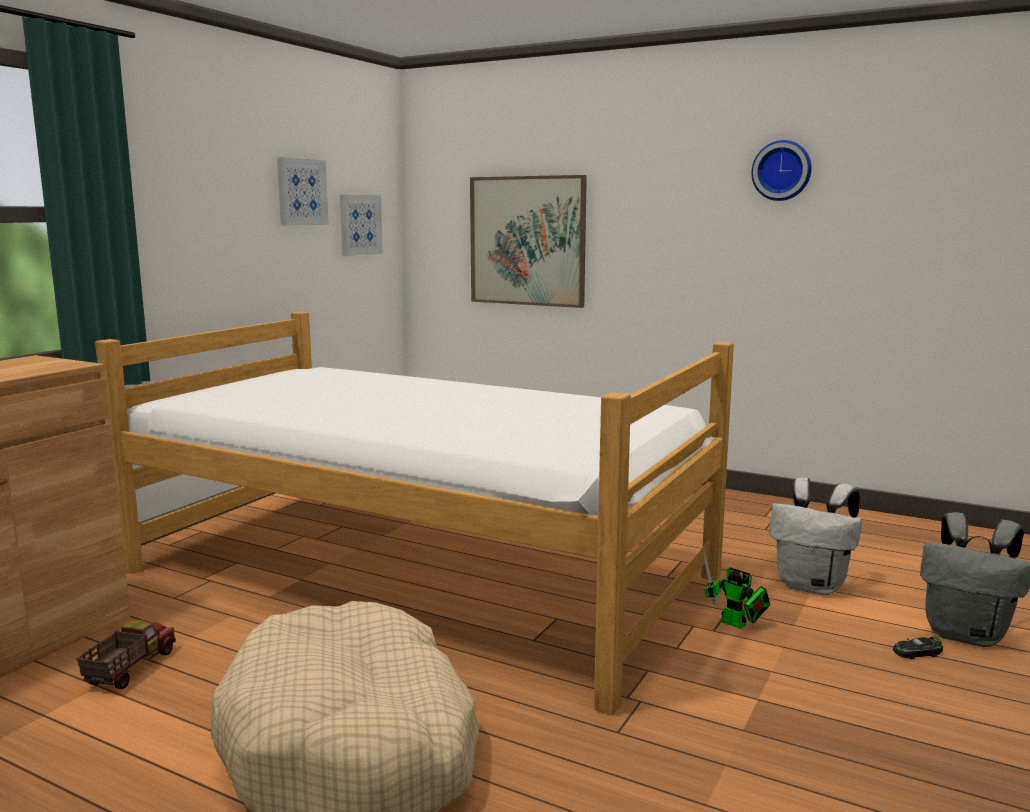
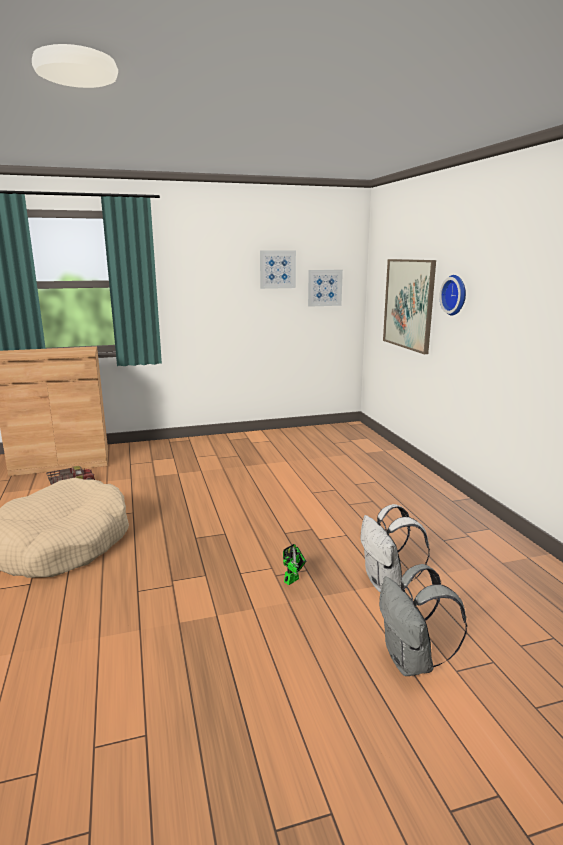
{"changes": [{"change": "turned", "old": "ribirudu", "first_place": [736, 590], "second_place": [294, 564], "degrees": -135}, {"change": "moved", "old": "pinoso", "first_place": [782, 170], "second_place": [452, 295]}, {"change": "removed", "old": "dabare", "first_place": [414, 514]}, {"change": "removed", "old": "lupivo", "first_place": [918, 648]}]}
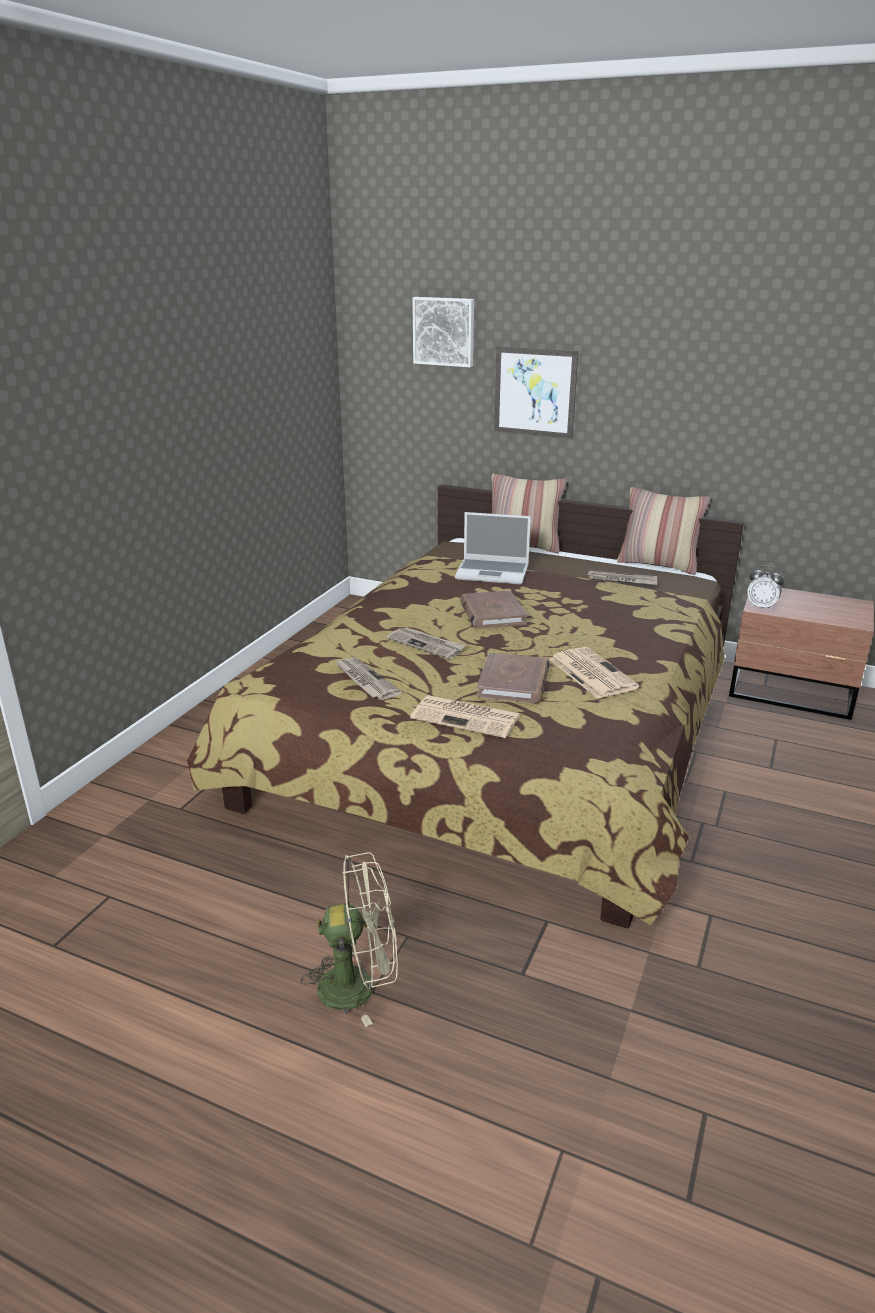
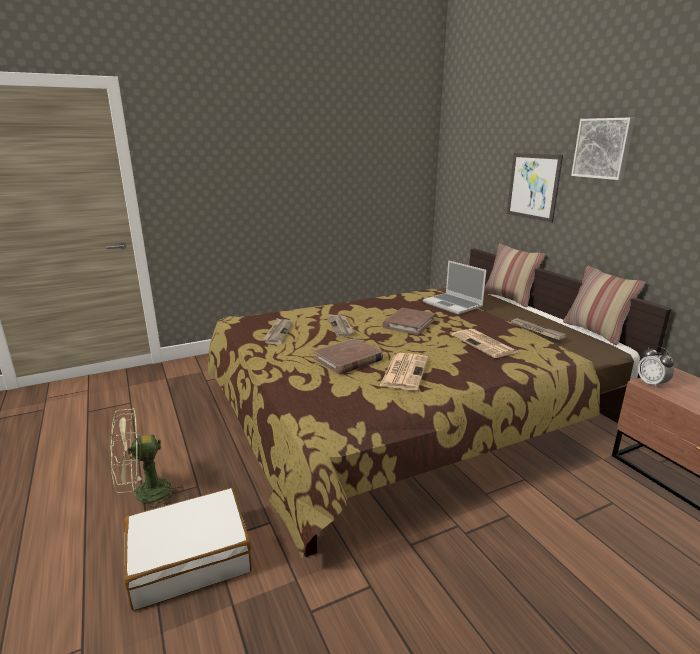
{"changes": [{"change": "turned", "old": "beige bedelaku", "first_place": [349, 939], "second_place": [147, 458], "degrees": 120}, {"change": "added", "new": "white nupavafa", "second_place": [188, 549]}, {"change": "moved", "old": "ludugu", "first_place": [465, 716], "second_place": [484, 343]}, {"change": "moved", "old": "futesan", "first_place": [443, 332], "second_place": [603, 148]}]}
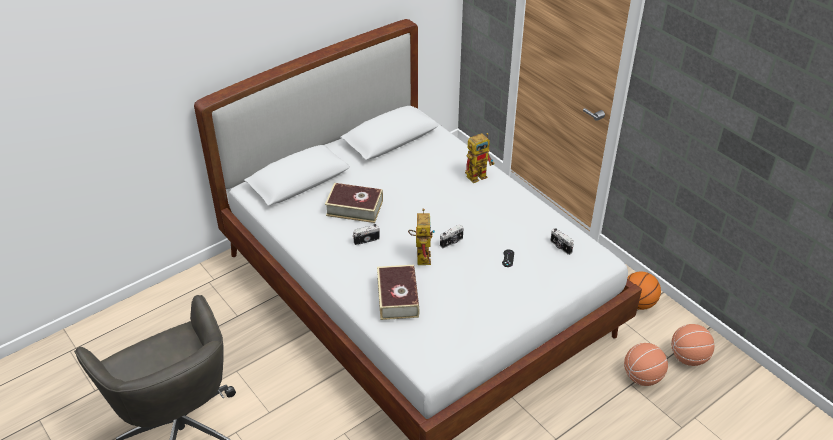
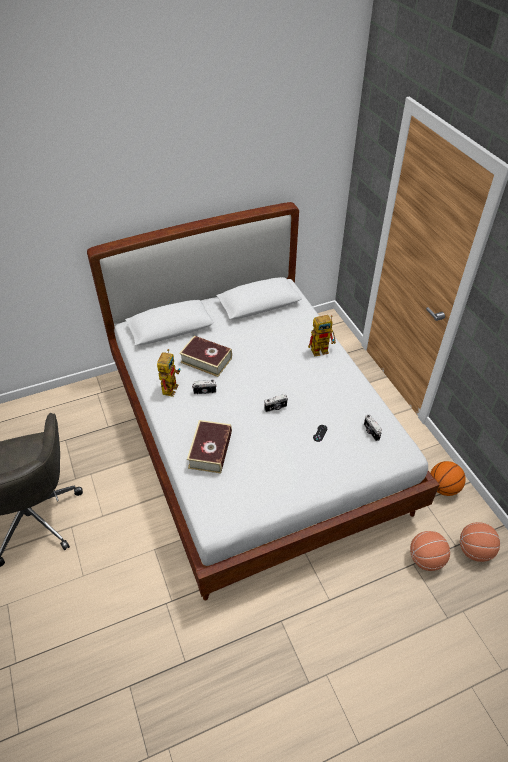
{"changes": [{"change": "moved", "old": "ribirudu", "first_place": [421, 236], "second_place": [169, 373]}]}
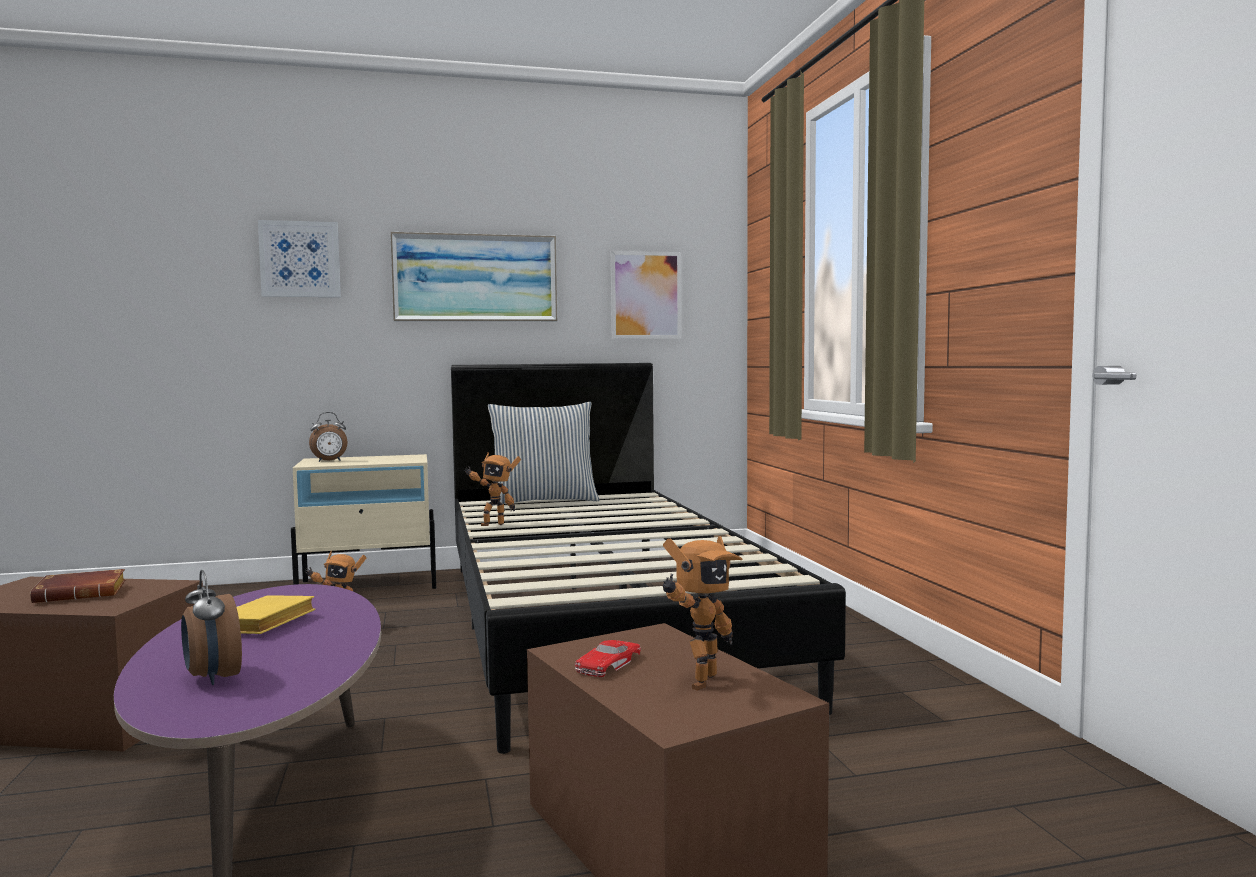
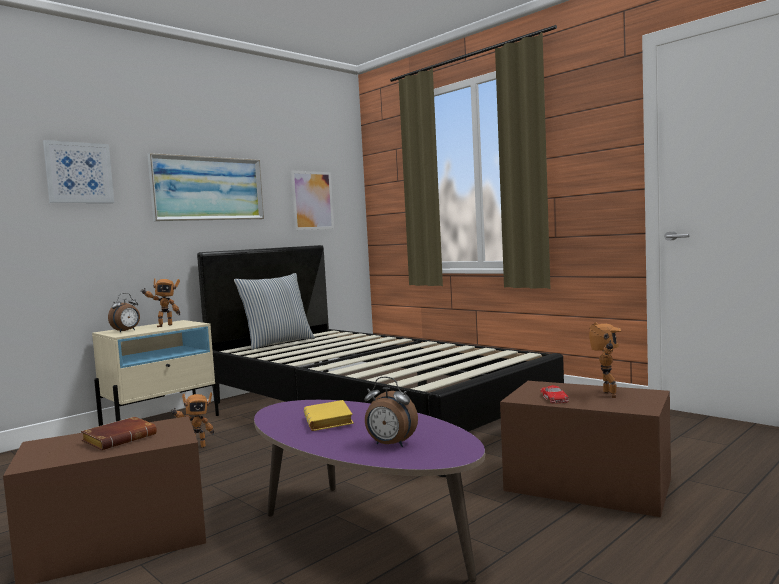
{"changes": [{"change": "moved", "old": "ribirudu", "first_place": [492, 489], "second_place": [160, 302]}]}
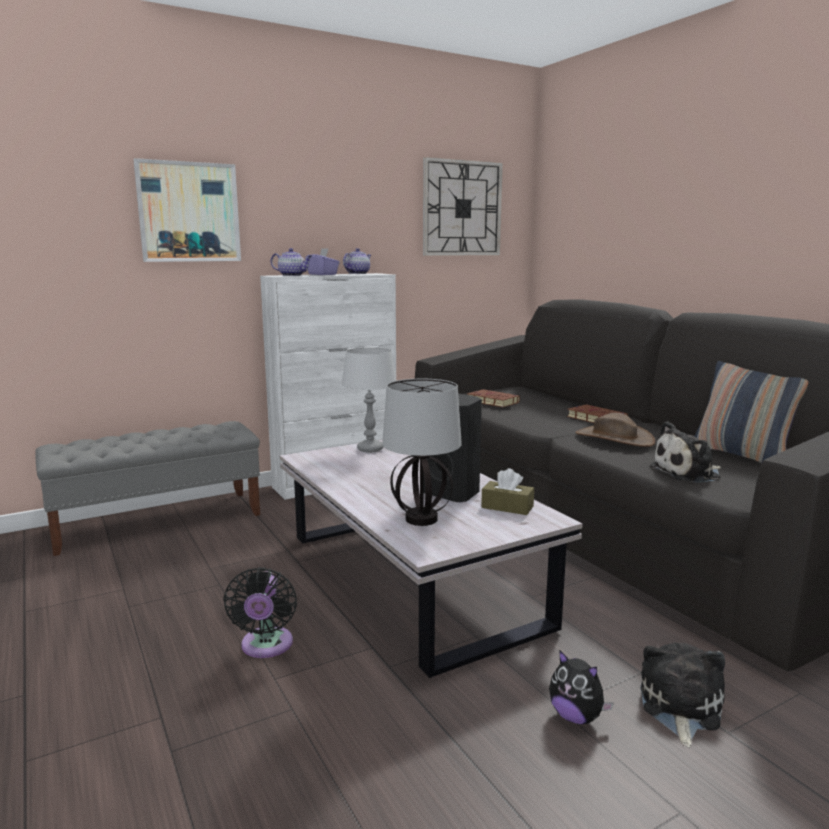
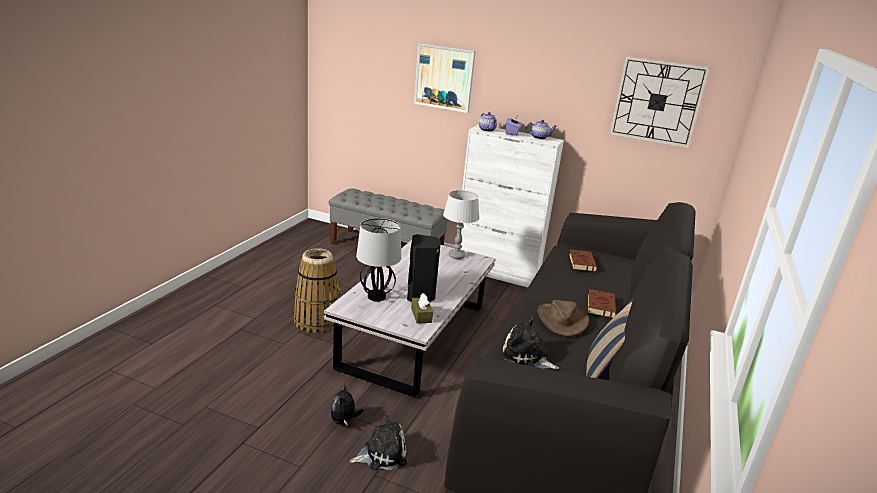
{"changes": [{"change": "replaced", "old": "black bedelaku", "new": "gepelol", "first_place": [260, 612], "second_place": [316, 290]}]}
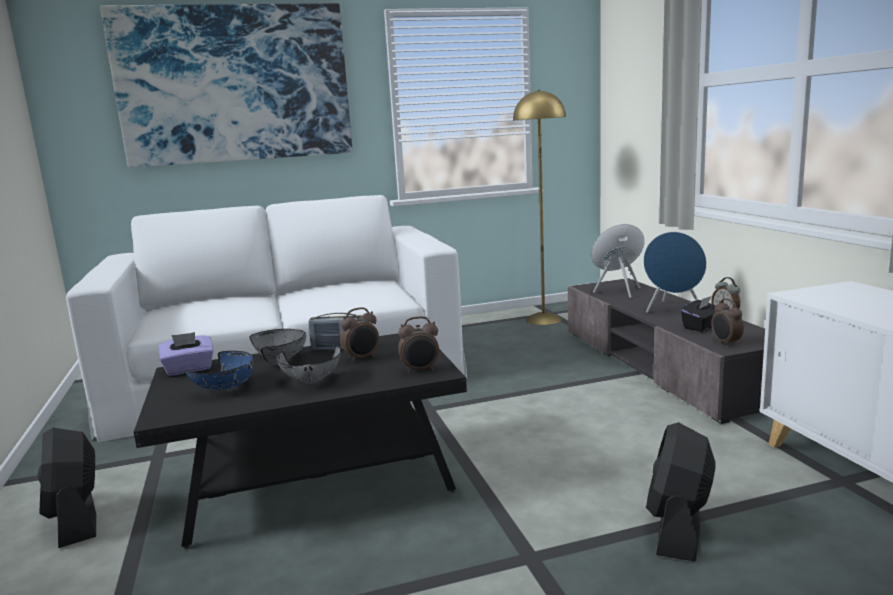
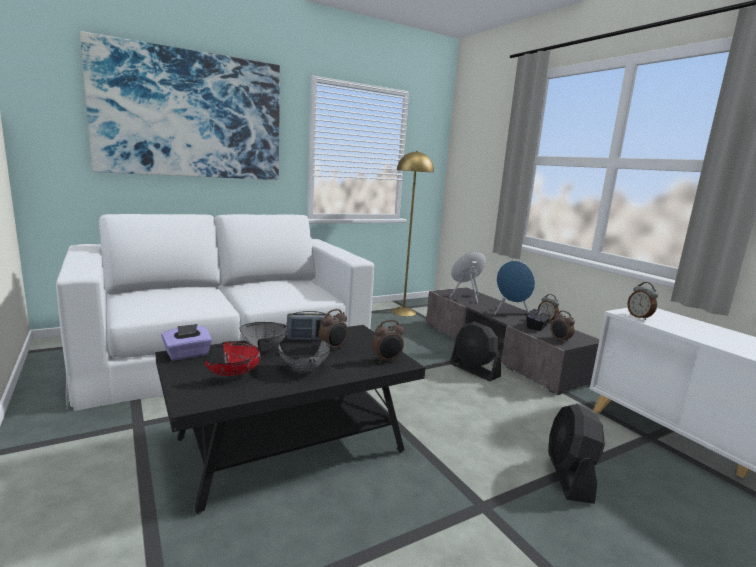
{"changes": [{"change": "recoloured", "old": "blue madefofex", "new": "red madefofex", "first_place": [219, 370], "second_place": [232, 358]}, {"change": "moved", "old": "black bedelaku", "first_place": [67, 488], "second_place": [475, 351]}, {"change": "added", "new": "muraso", "second_place": [642, 301]}]}
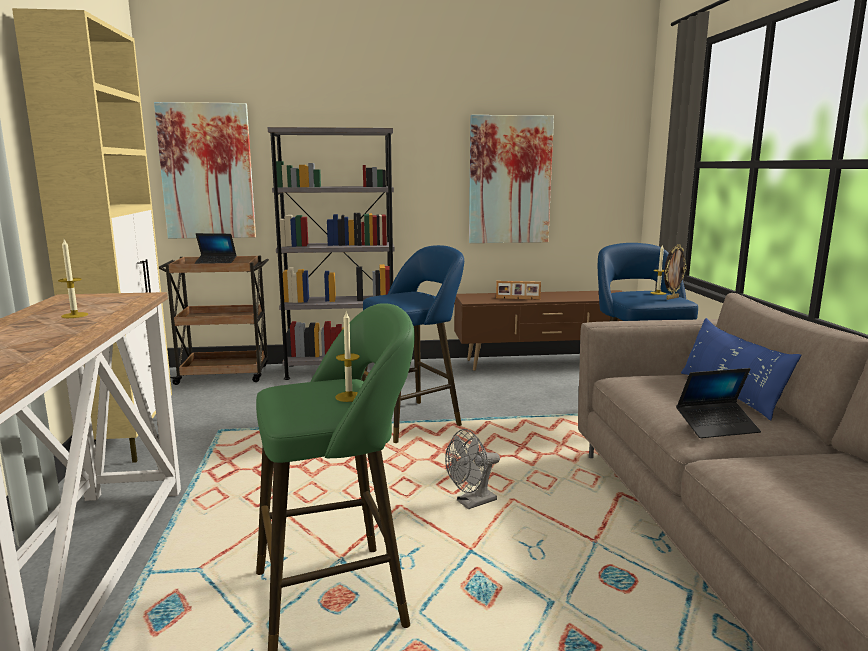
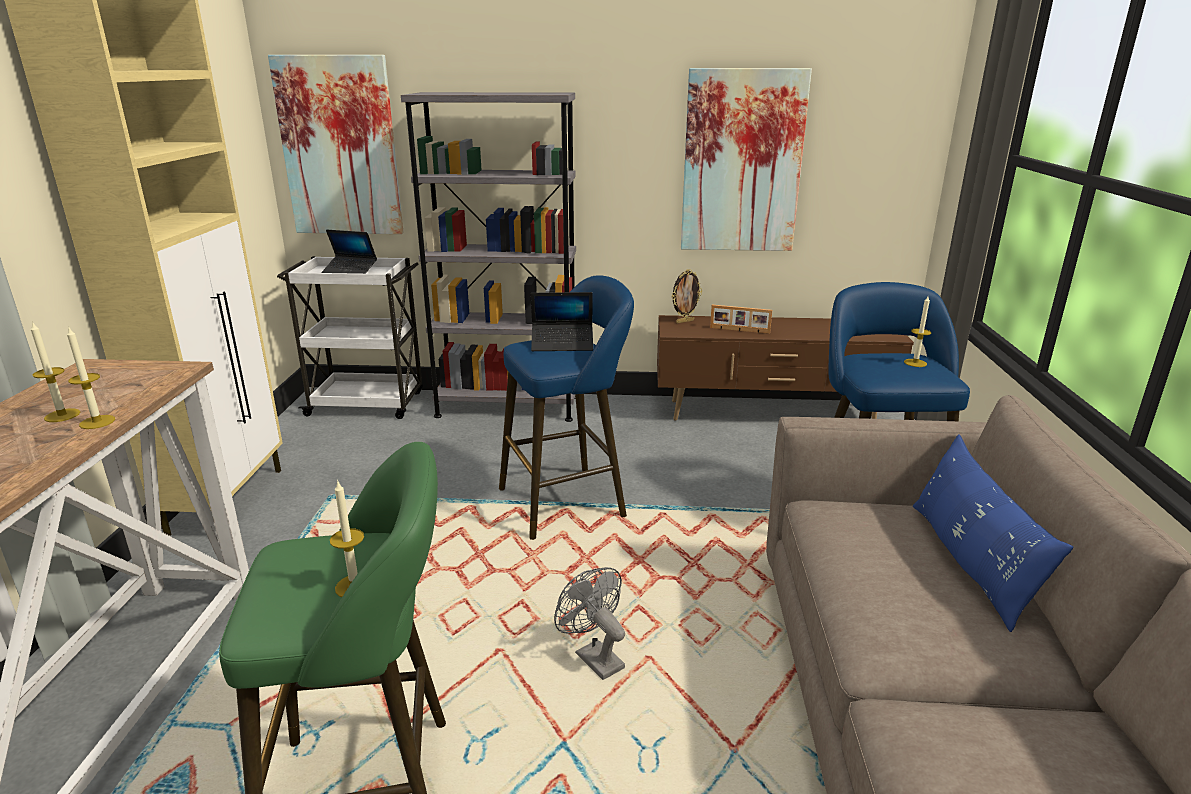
{"changes": [{"change": "added", "new": "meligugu", "second_place": [91, 378]}, {"change": "recoloured", "old": "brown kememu", "new": "white kememu", "first_place": [214, 320], "second_place": [350, 337]}, {"change": "moved", "old": "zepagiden", "first_place": [718, 403], "second_place": [561, 321]}, {"change": "turned", "old": "grey bedelaku", "first_place": [472, 469], "second_place": [589, 623], "degrees": 75}, {"change": "moved", "old": "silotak", "first_place": [675, 272], "second_place": [687, 296]}]}
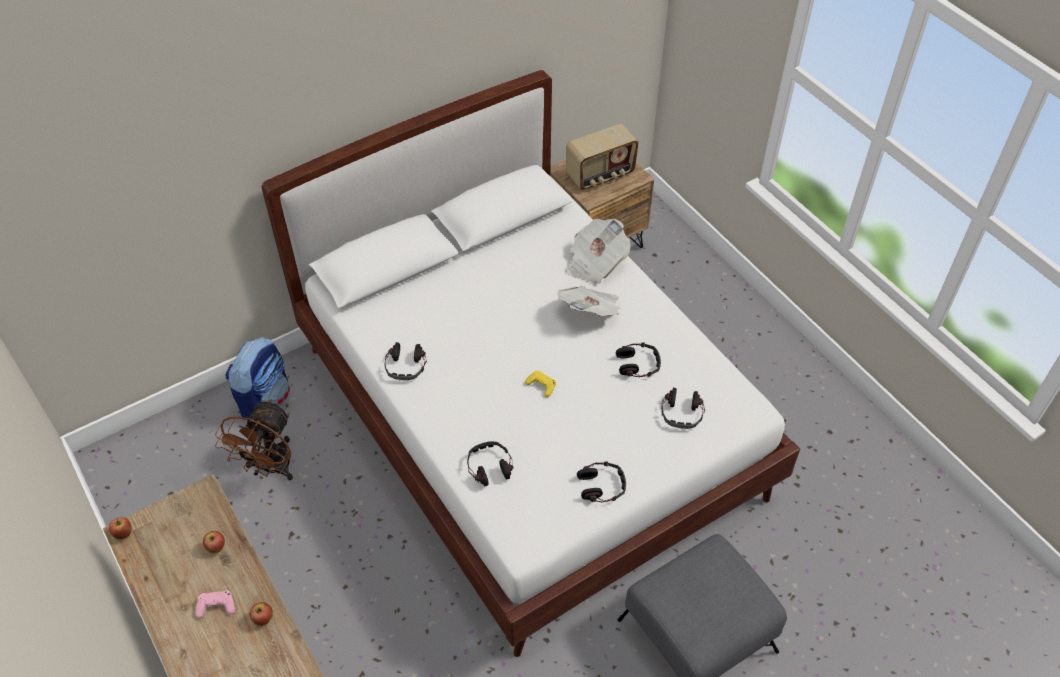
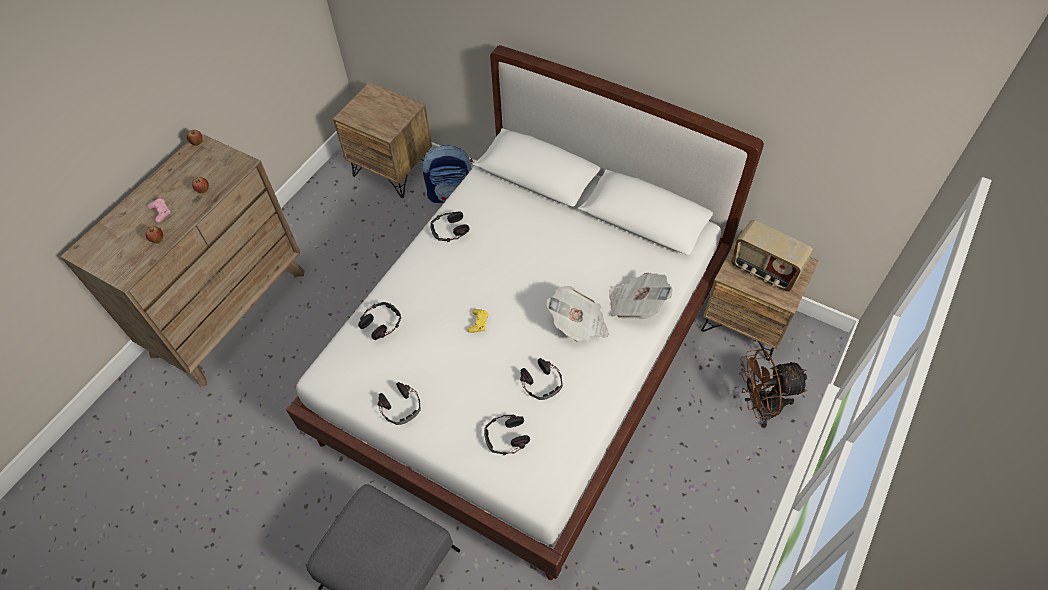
{"changes": [{"change": "added", "new": "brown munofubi", "second_place": [382, 140]}, {"change": "moved", "old": "brown bedelaku", "first_place": [254, 439], "second_place": [773, 388]}]}
